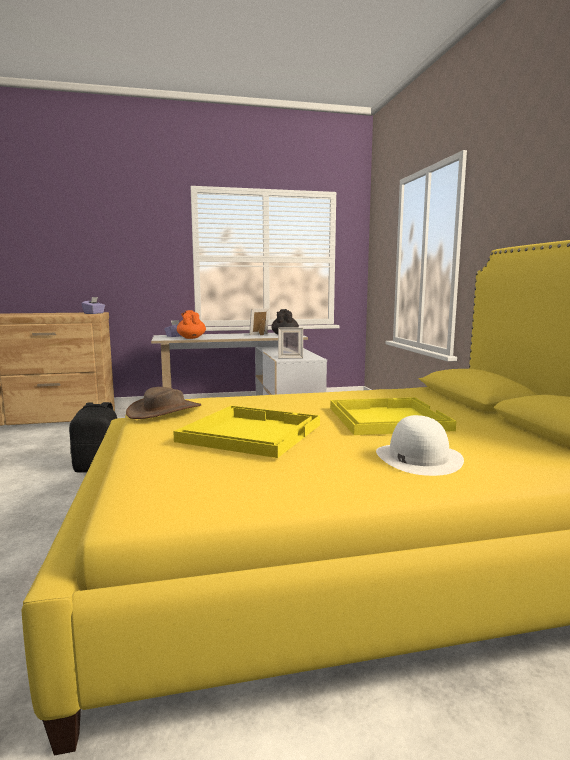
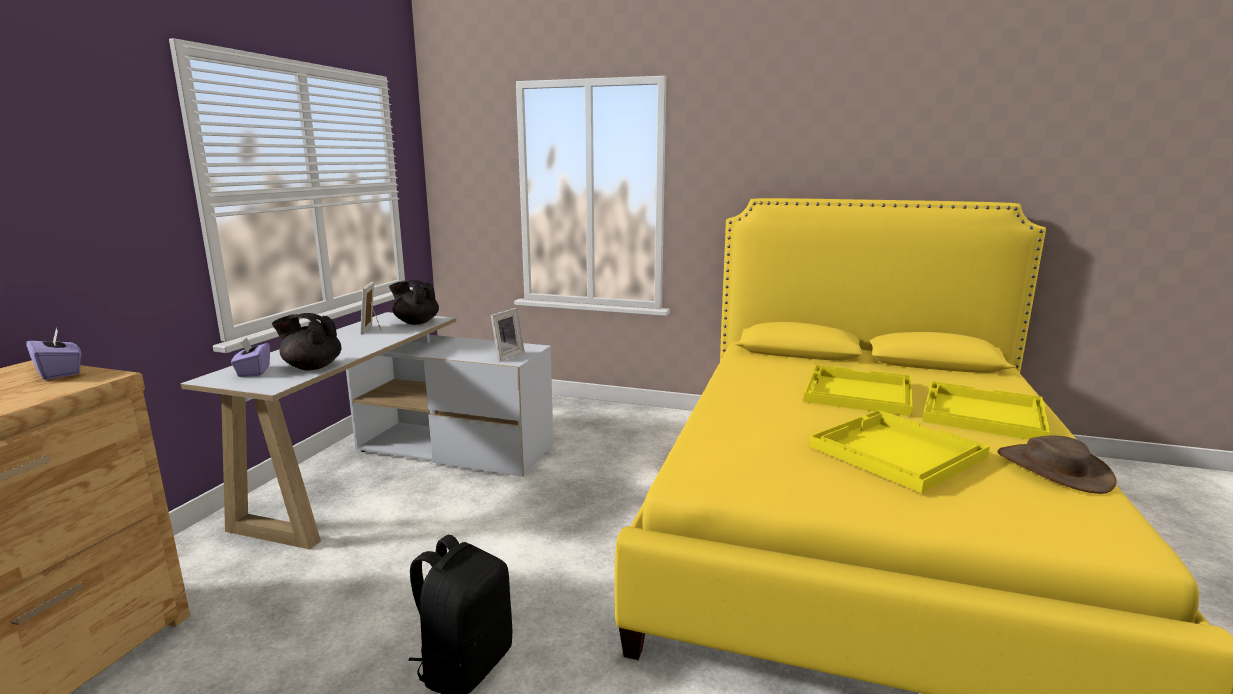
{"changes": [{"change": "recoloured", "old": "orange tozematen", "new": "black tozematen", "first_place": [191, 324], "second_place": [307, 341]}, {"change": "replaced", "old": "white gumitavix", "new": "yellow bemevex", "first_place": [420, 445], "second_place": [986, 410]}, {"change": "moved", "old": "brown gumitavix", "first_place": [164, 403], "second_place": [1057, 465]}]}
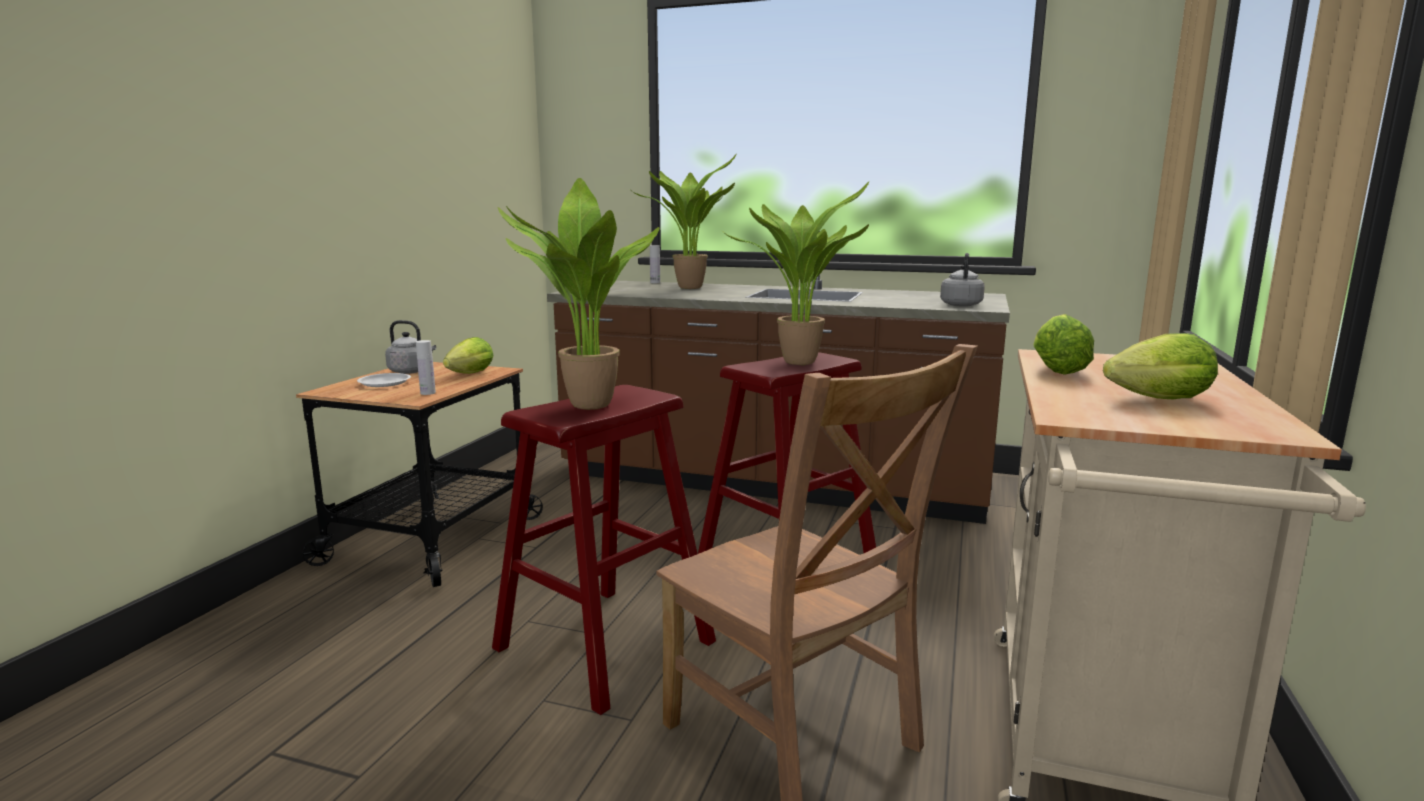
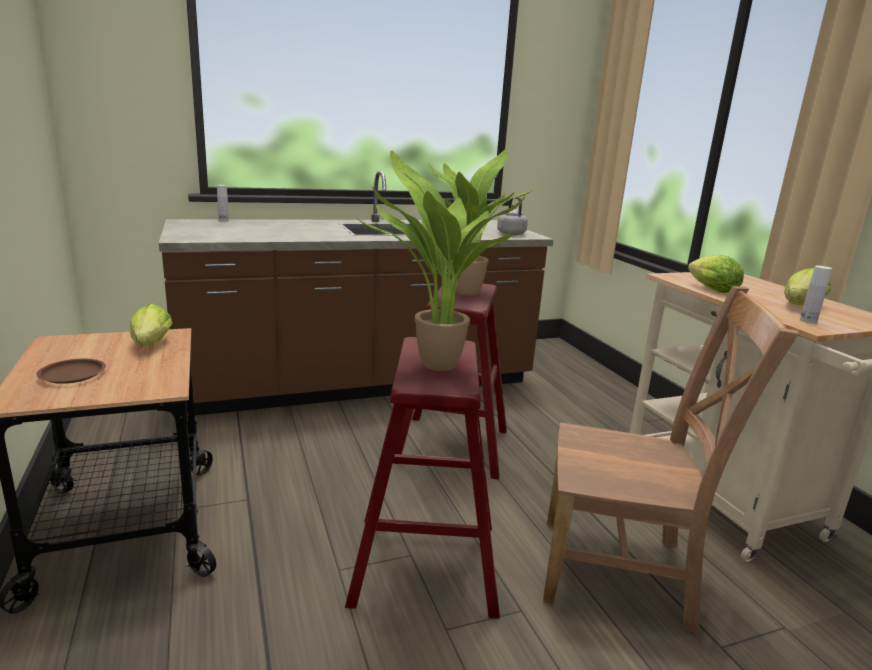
{"changes": [{"change": "recoloured", "old": "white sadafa", "new": "brown sadafa", "first_place": [384, 380], "second_place": [71, 371]}, {"change": "moved", "old": "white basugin", "first_place": [426, 367], "second_place": [816, 295]}, {"change": "removed", "old": "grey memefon", "first_place": [410, 347]}, {"change": "removed", "old": "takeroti", "first_place": [684, 221]}]}
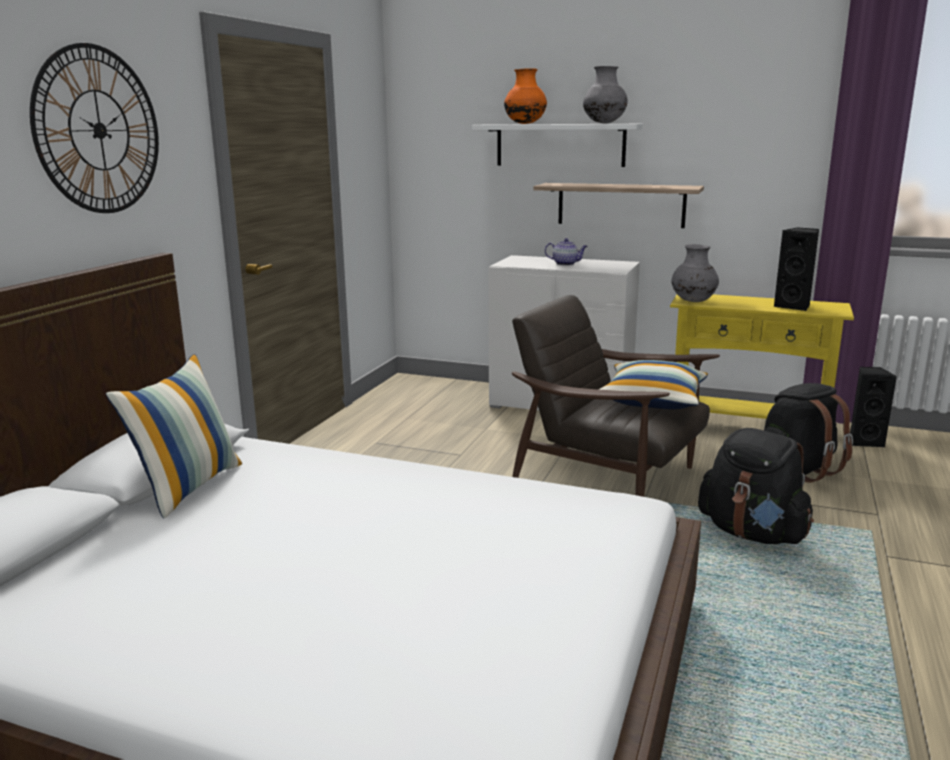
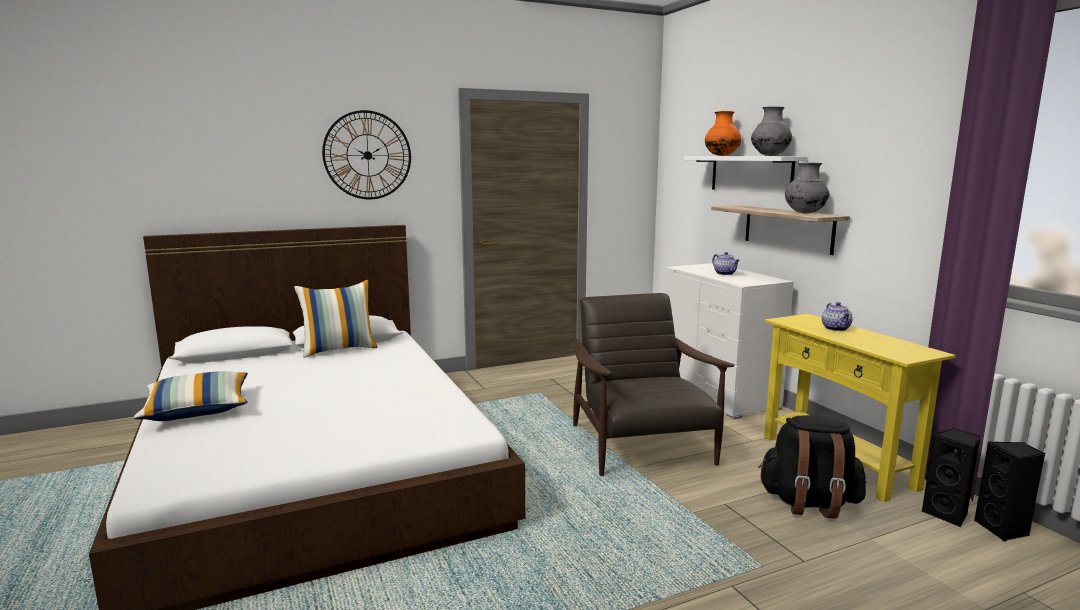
{"changes": [{"change": "moved", "old": "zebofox", "first_place": [653, 384], "second_place": [190, 396]}, {"change": "moved", "old": "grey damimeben", "first_place": [695, 273], "second_place": [807, 188]}, {"change": "added", "new": "tozematen", "second_place": [837, 316]}, {"change": "moved", "old": "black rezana", "first_place": [796, 269], "second_place": [1010, 491]}, {"change": "removed", "old": "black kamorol", "first_place": [756, 486]}]}
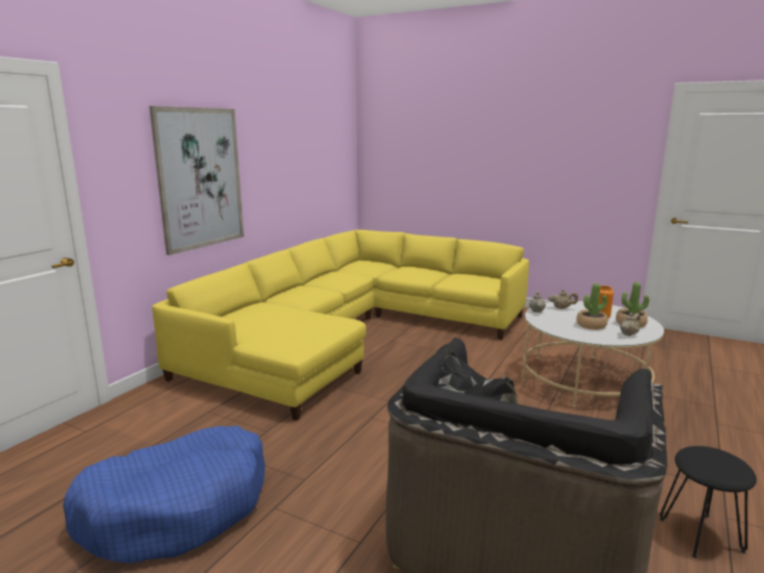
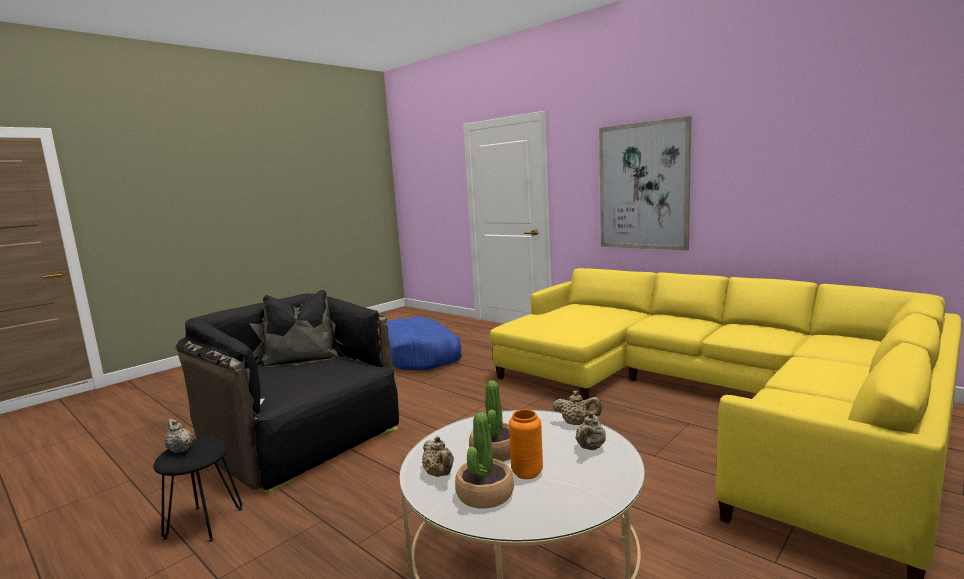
{"changes": [{"change": "added", "new": "beige tozematen", "second_place": [178, 436]}]}
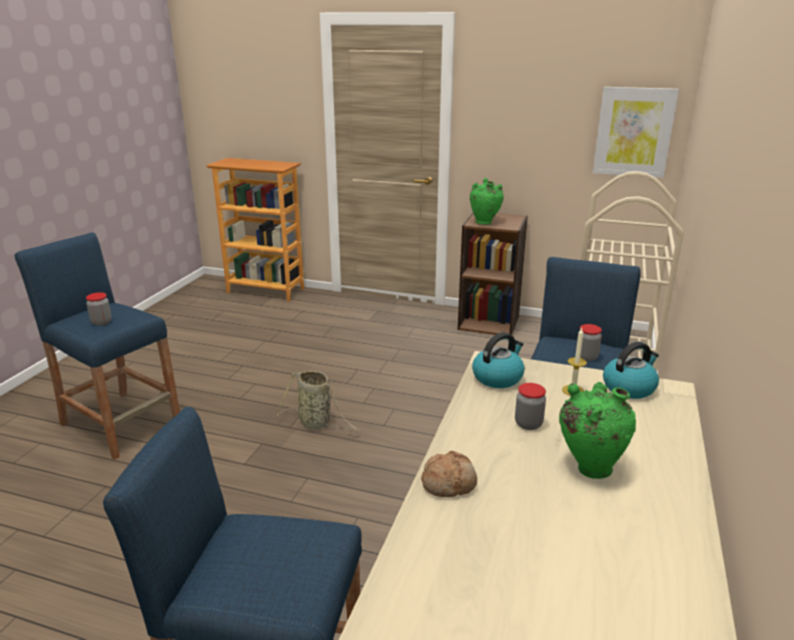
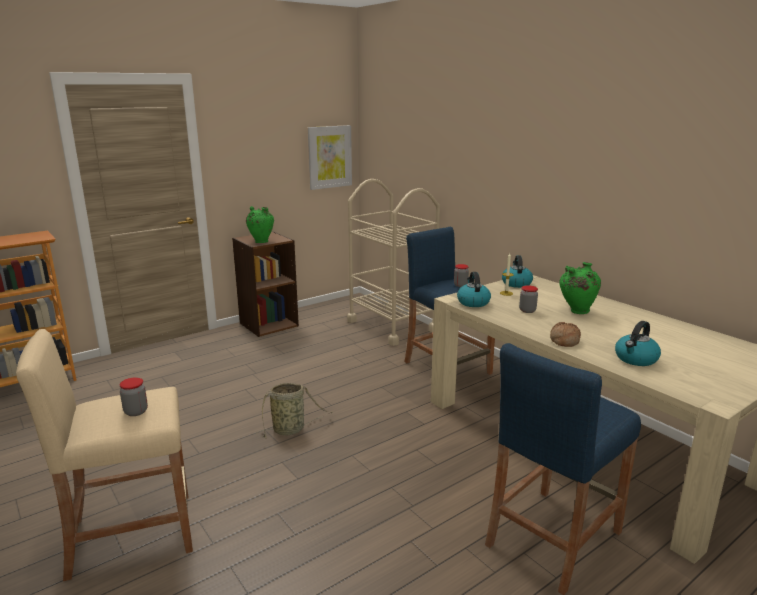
{"changes": [{"change": "recoloured", "old": "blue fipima", "new": "beige fipima", "first_place": [97, 345], "second_place": [104, 455]}, {"change": "added", "new": "memefon", "second_place": [638, 343]}]}
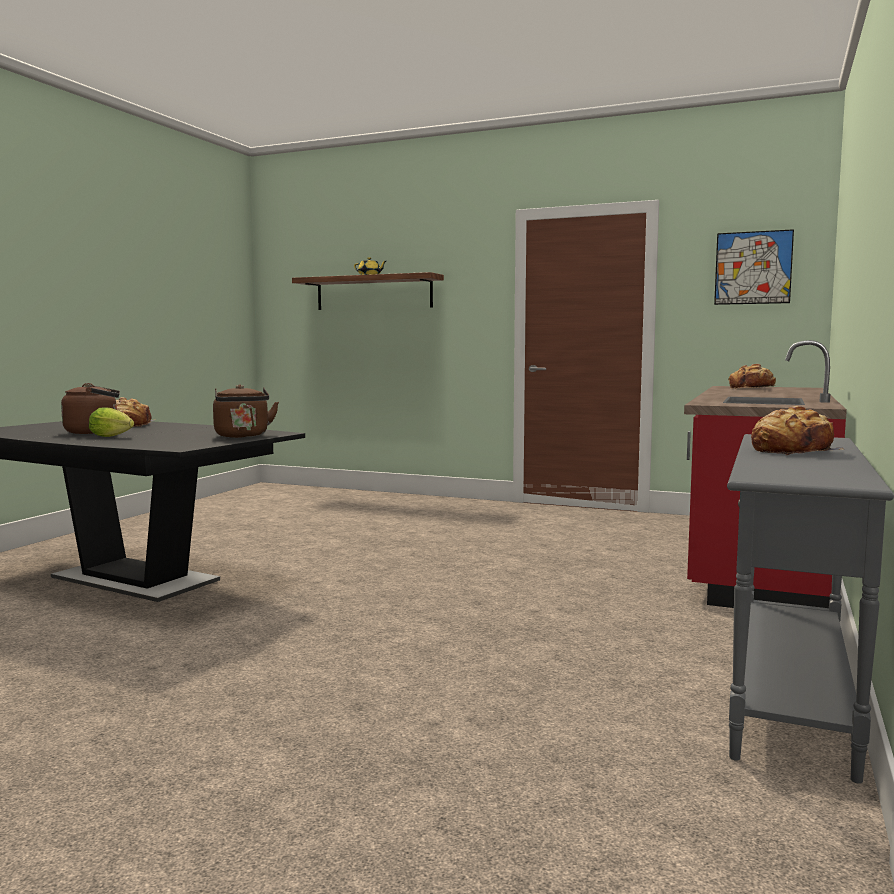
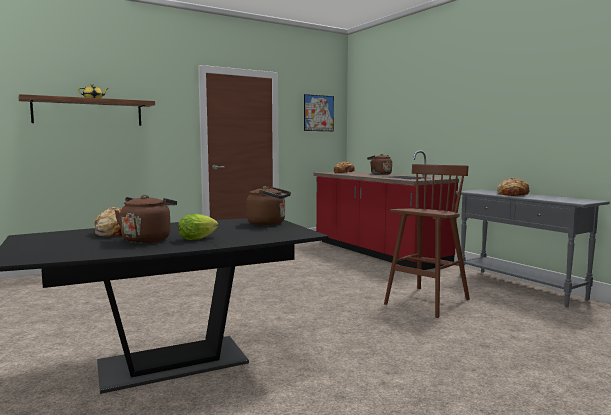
{"changes": [{"change": "added", "new": "brown memefon", "second_place": [379, 164]}, {"change": "added", "new": "brown fipima", "second_place": [427, 241]}]}
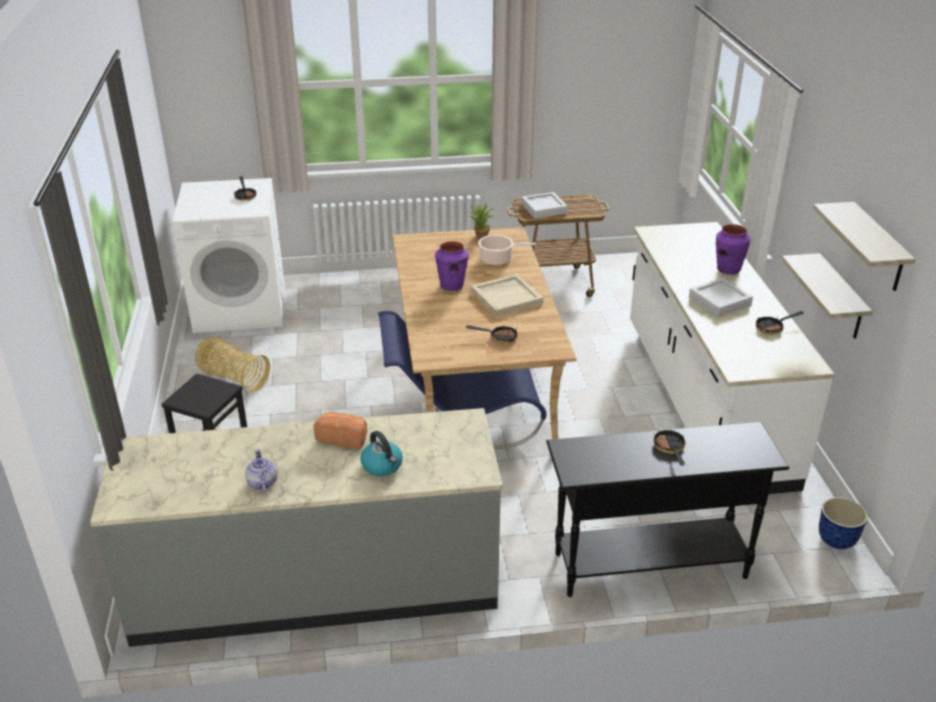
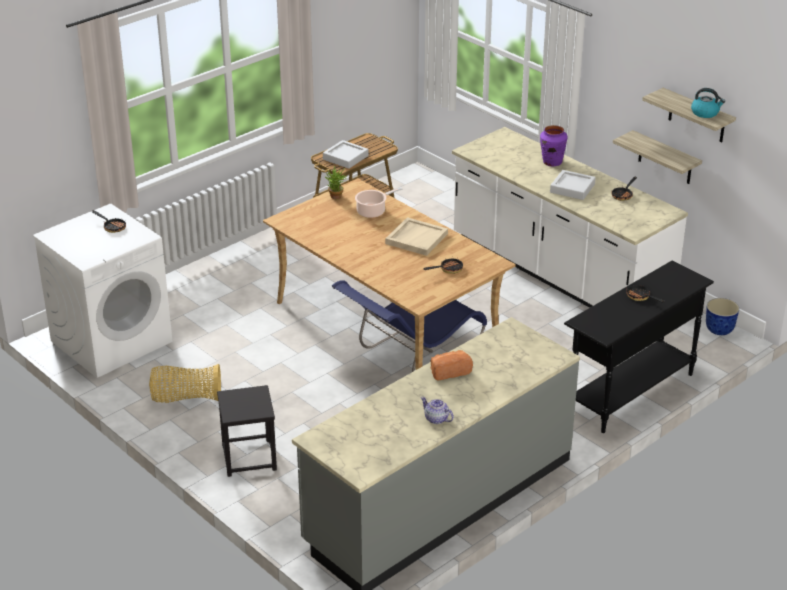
{"changes": [{"change": "moved", "old": "memefon", "first_place": [381, 453], "second_place": [708, 103]}, {"change": "removed", "old": "purple damimeben", "first_place": [452, 266]}]}
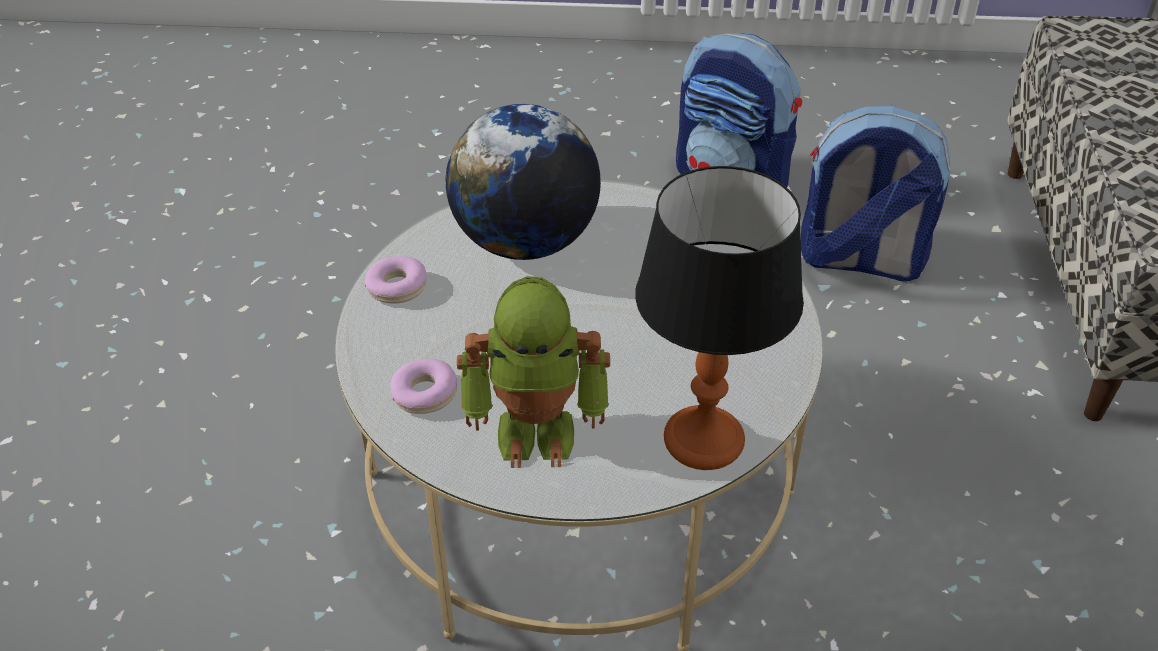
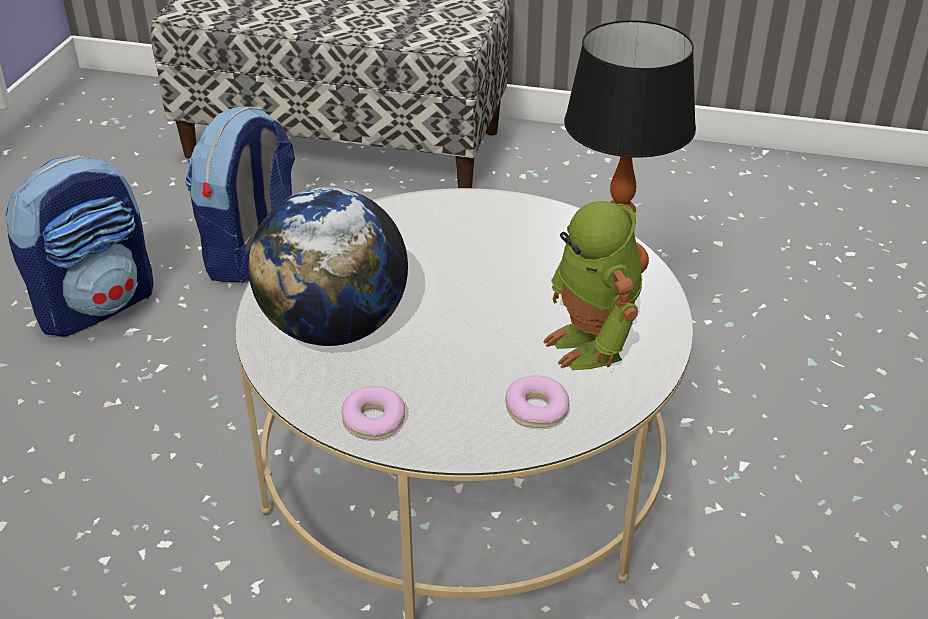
{"changes": [{"change": "turned", "old": "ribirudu", "first_place": [533, 372], "second_place": [592, 285], "degrees": 150}]}
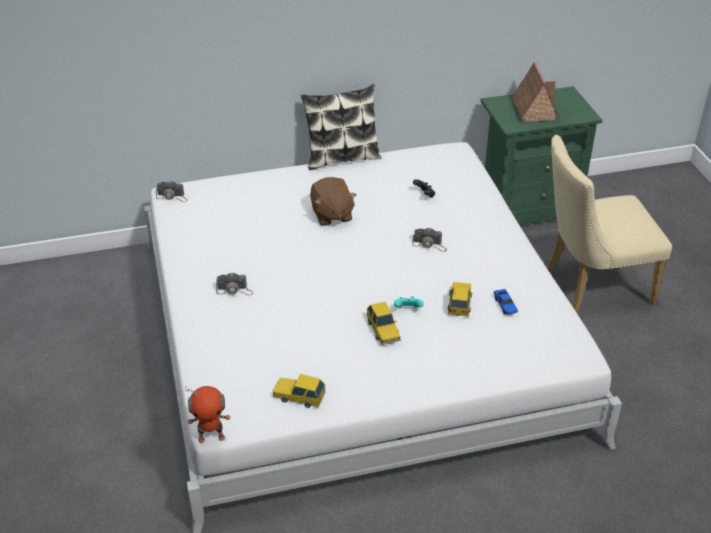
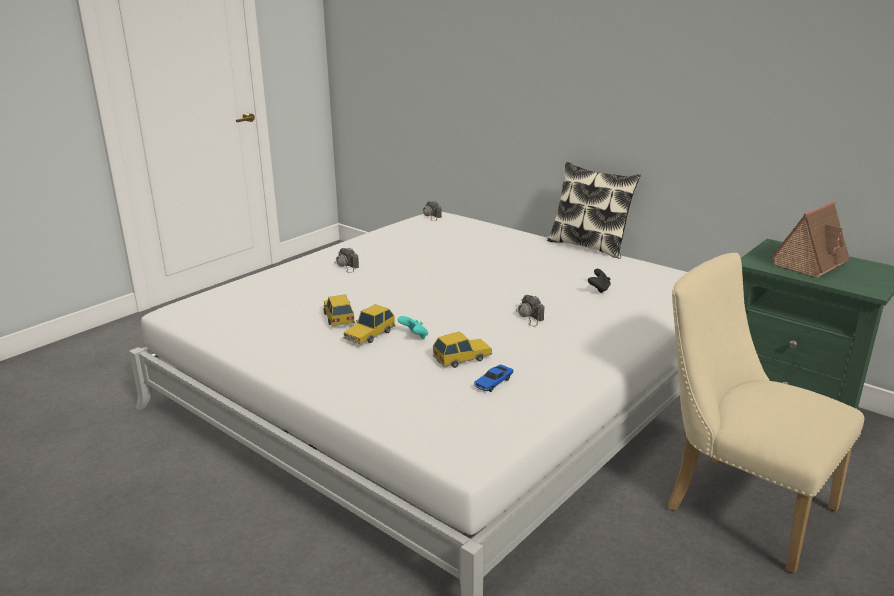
{"changes": [{"change": "moved", "old": "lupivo", "first_place": [299, 391], "second_place": [339, 310]}, {"change": "removed", "old": "ribirudu", "first_place": [207, 414]}, {"change": "removed", "old": "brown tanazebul", "first_place": [333, 201]}]}
